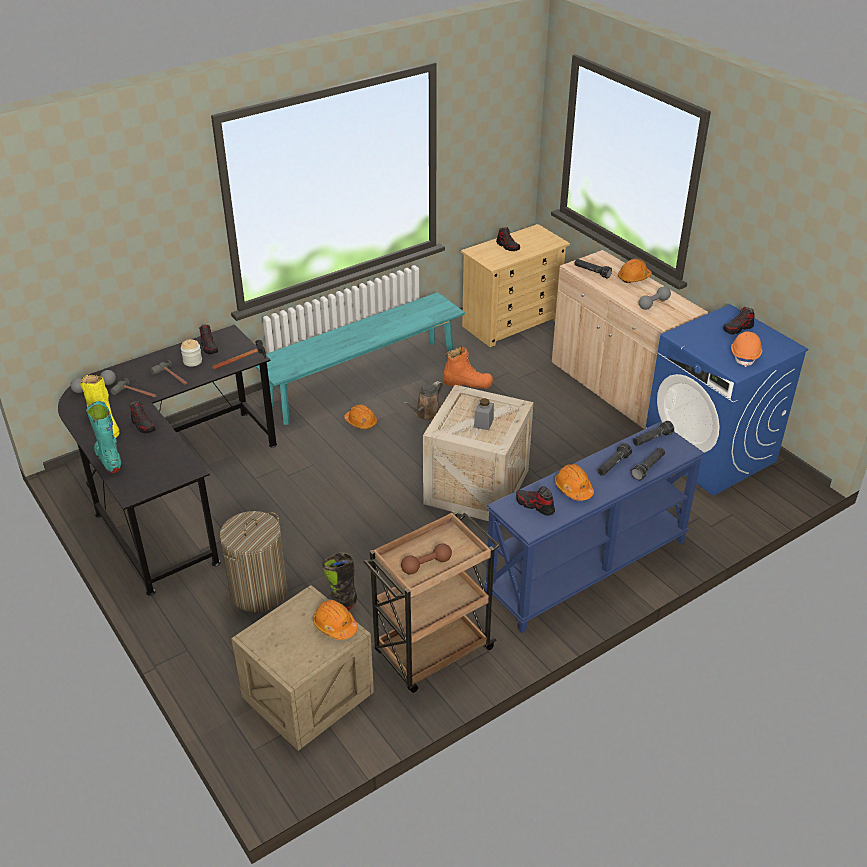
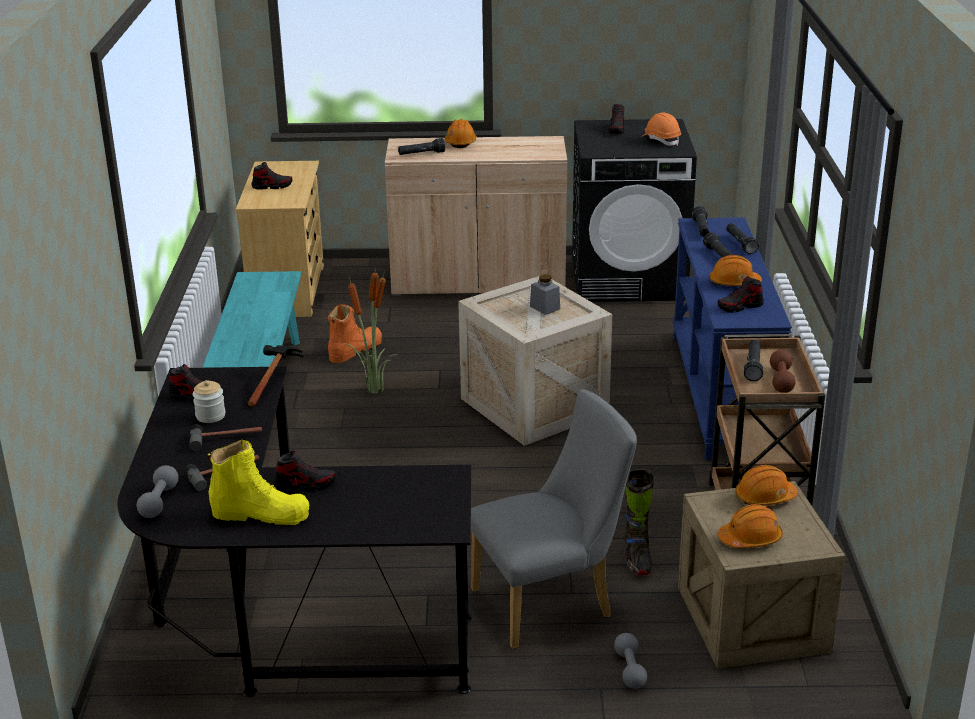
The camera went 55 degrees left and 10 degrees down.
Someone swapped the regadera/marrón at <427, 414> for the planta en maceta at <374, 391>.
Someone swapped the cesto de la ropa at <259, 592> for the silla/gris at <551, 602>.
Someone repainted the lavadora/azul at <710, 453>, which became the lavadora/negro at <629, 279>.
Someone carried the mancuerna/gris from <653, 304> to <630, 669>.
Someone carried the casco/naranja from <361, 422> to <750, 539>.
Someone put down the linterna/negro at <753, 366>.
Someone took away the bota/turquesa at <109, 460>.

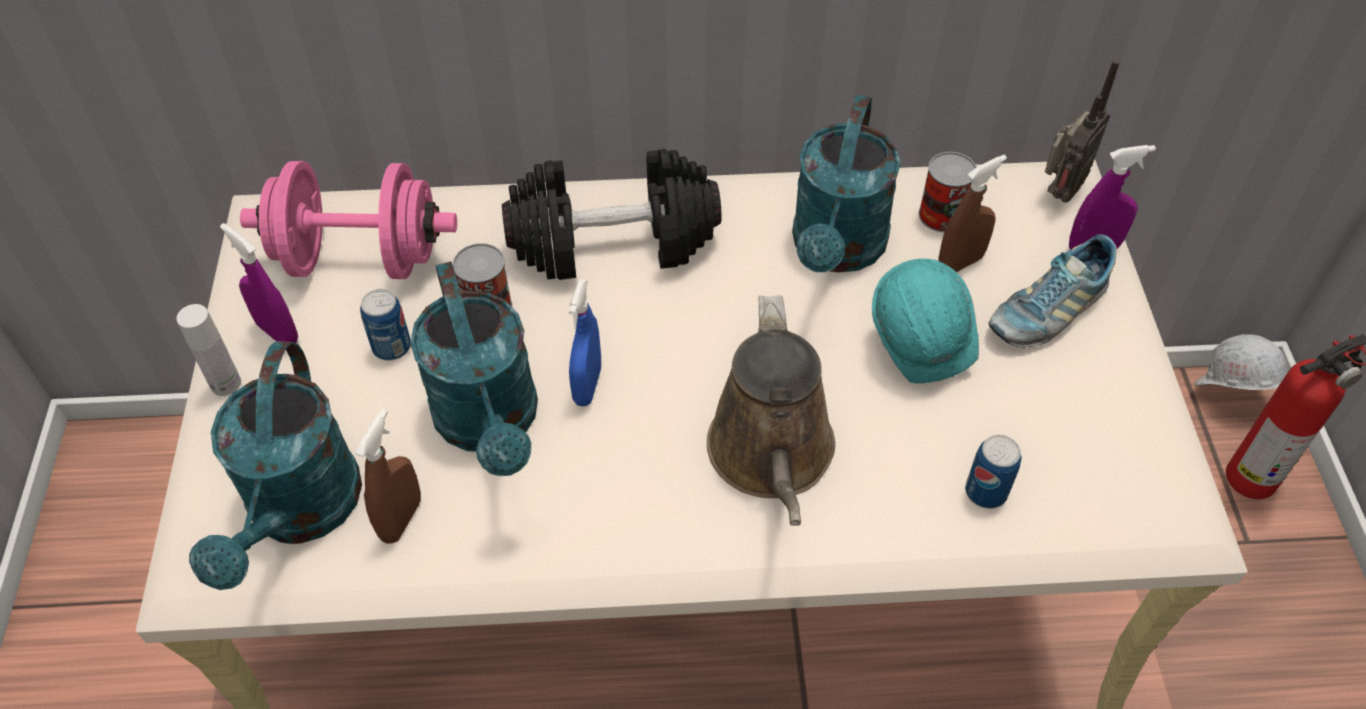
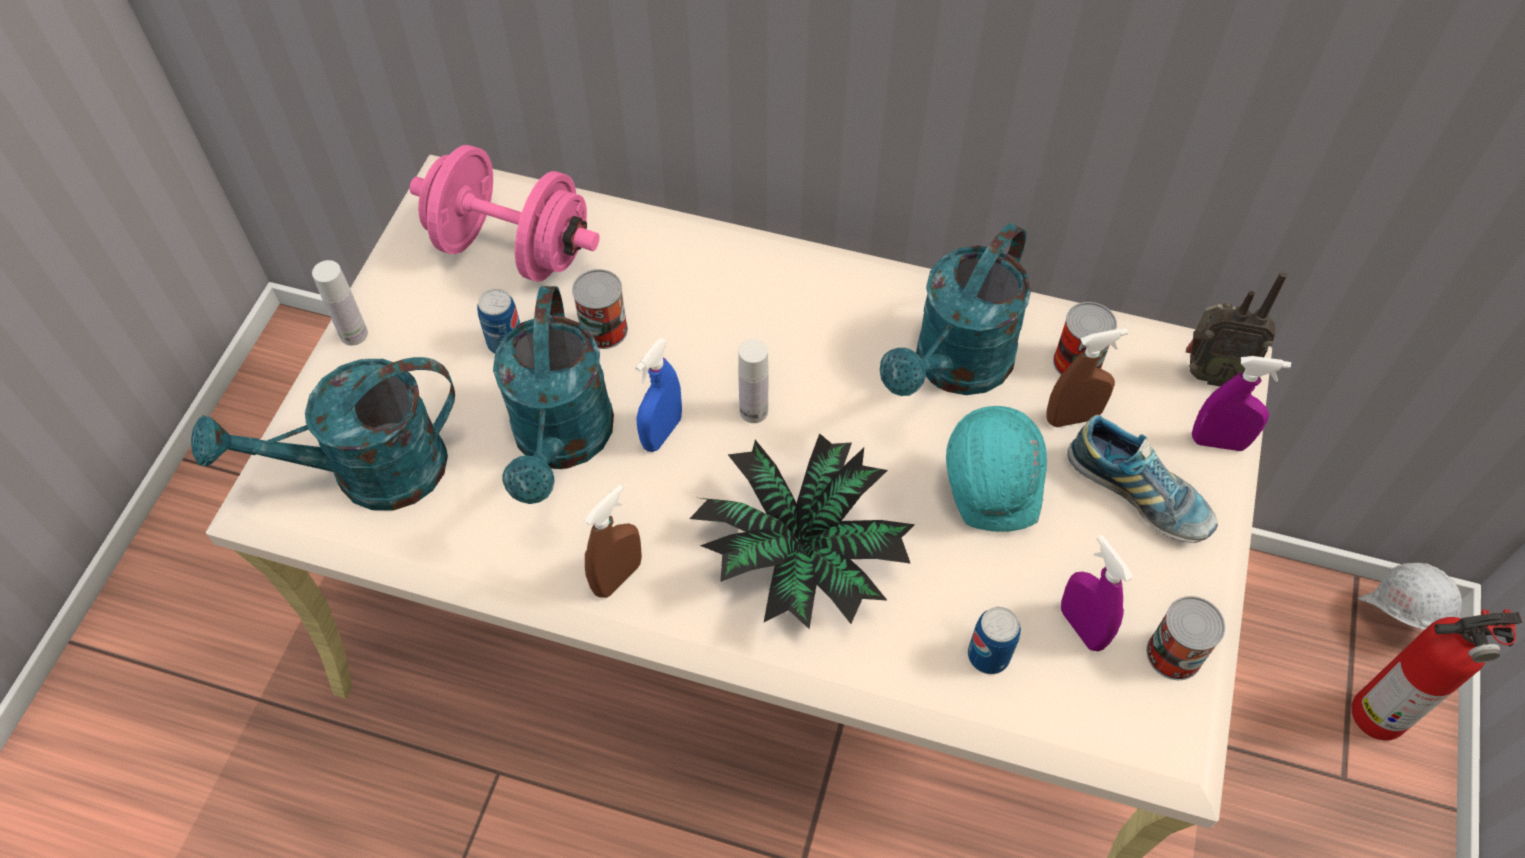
The camera went 20 degrees right and 5 degrees up.
Someone rotated the regadera/turquesa at <299, 514> by 45 degrees clockwise.
Someone carried the pulverizador/marrón from <401, 519> to <617, 577>.
Someone swapped the regadera/marrón at <772, 457> for the planta en maceta at <800, 555>.
Someone put down the botella/blanco at <753, 411>.
Someone carried the pulverizador/morado from <277, 333> to <1081, 627>.
Someone rotated the zapato at <1047, 311> by 120 degrees counterclockwise.
Someone put down the lata at <1174, 654>.
Someone rotated the radio at <1058, 193> by 45 degrees clockwise.
Someone took away the mancuerna/negro at <614, 241>.

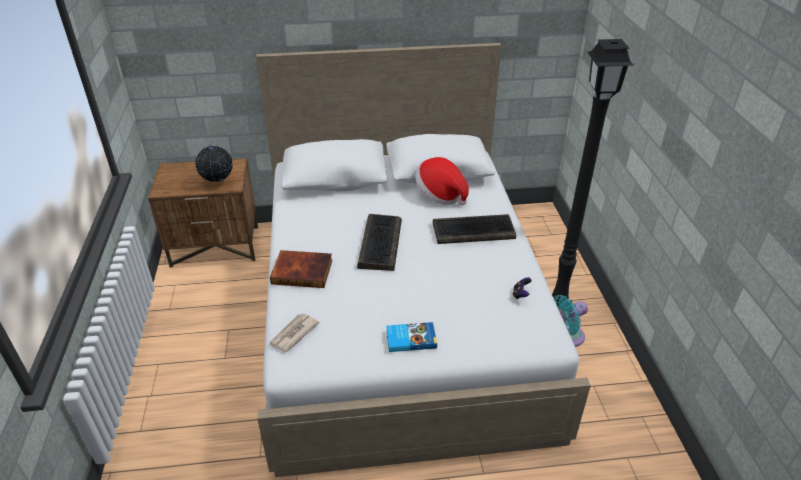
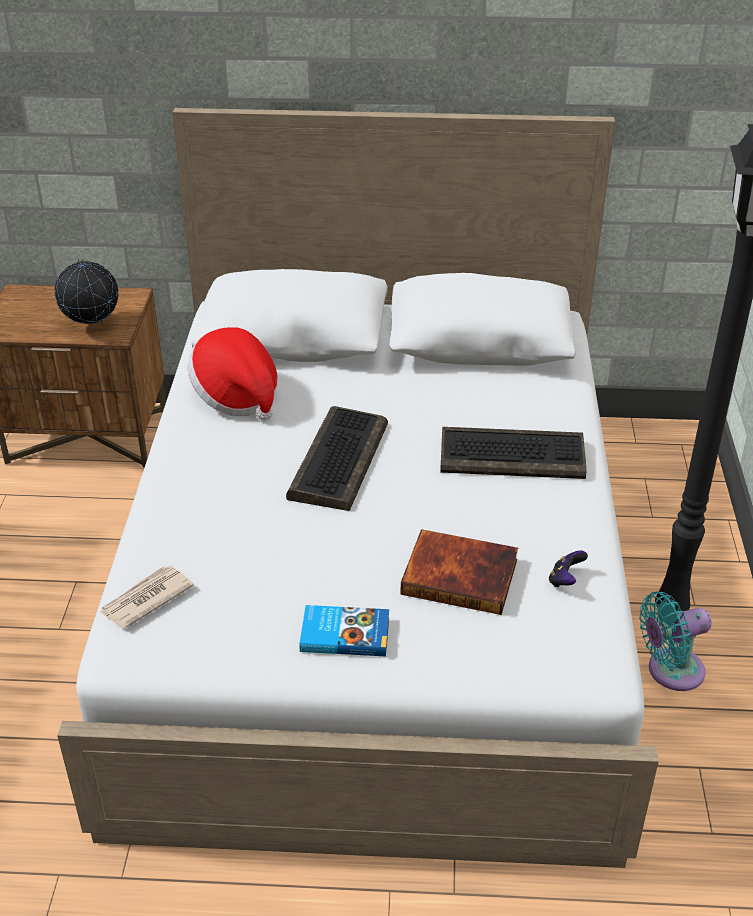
The camera went 10 degrees right and 0 degrees up.
Someone carried the sombrero from <440, 194> to <237, 397>.
Someone carried the libro from <303, 271> to <461, 575>.

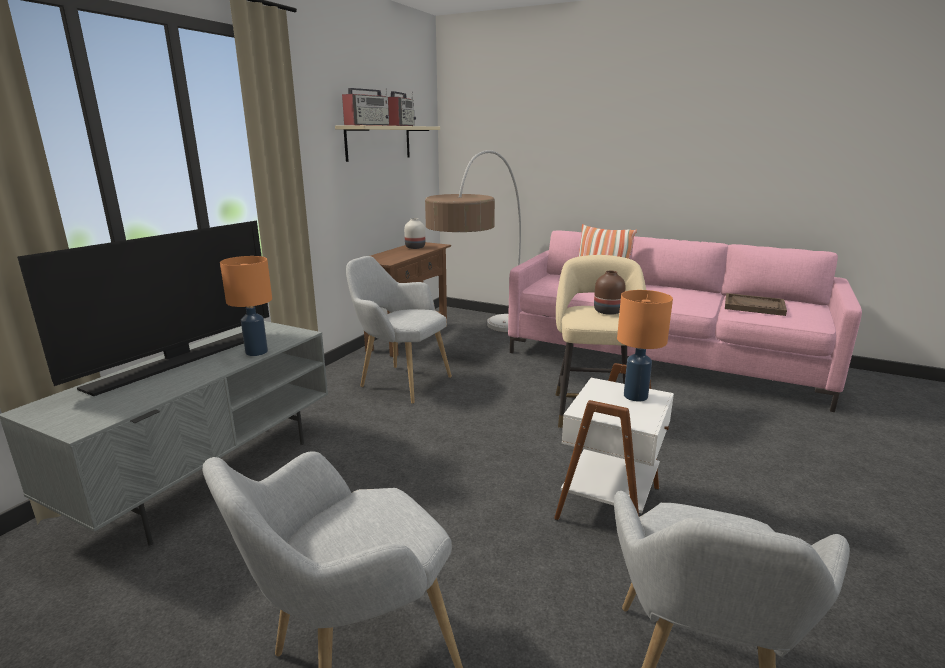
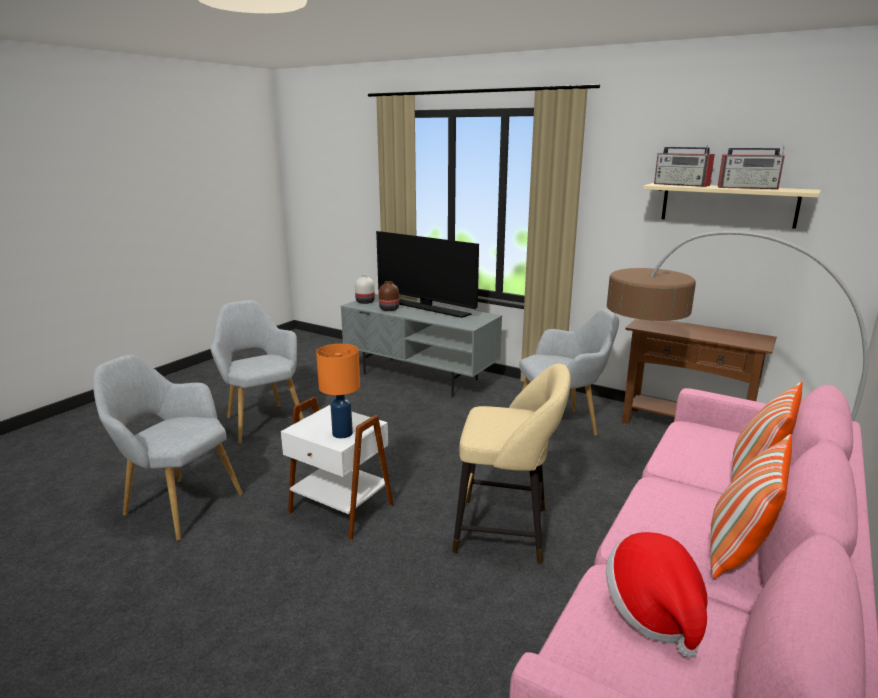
The camera went 95 degrees right and 0 degrees up.
Someone carried the florero/blanco from <415, 247> to <365, 302>.
Someone carried the florero/marrón from <608, 311> to <389, 309>.
Someone rotated the sillón/gris at <400, 381> by 45 degrees clockwise.
Someone swapped the bandeja/marrón at <754, 306> for the sombrero at <654, 612>.
Someone put down the cojín at <738, 550>.
Someone took away the lámpara de mesa/naranja at <256, 352>.

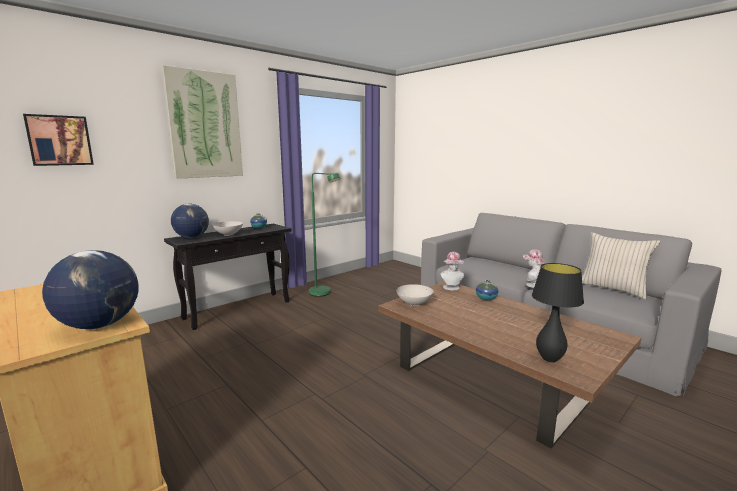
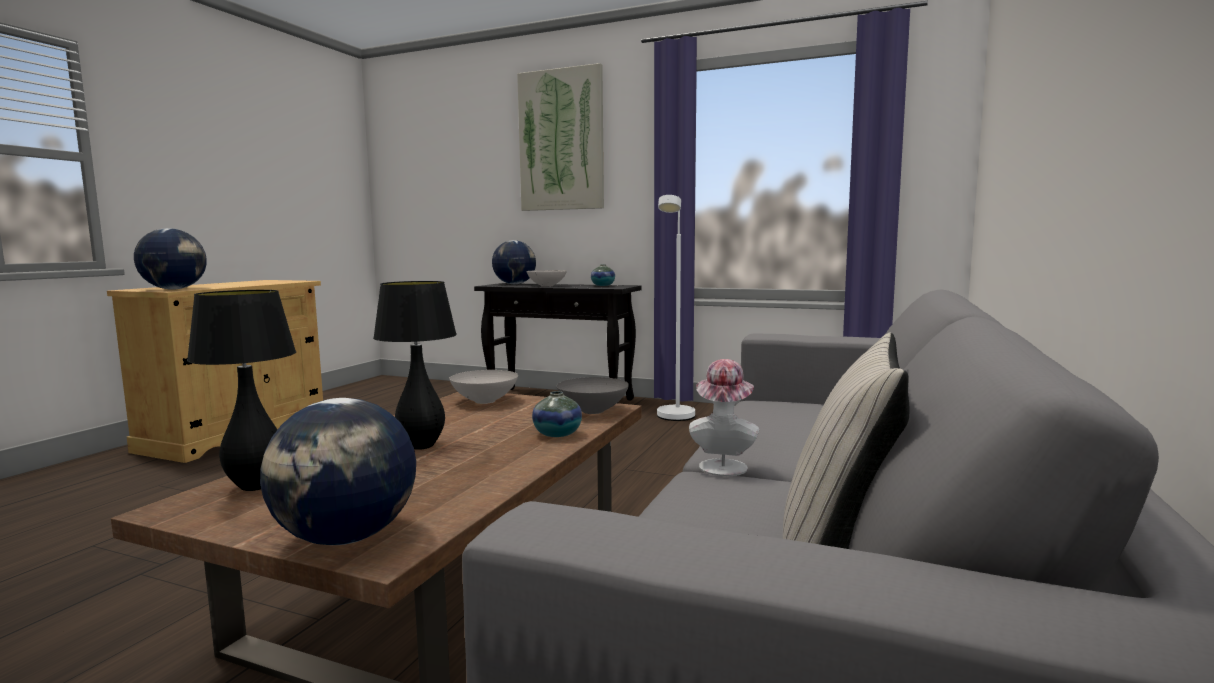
The camera went 65 degrees right and 5 degrees down.
Someone put down the globo terráqueo at <345, 538>.
Someone put down the lámpara de mesa/negro at <421, 446>.
Someone swapped the sombrero at <452, 288> for the cuenco/gris at <594, 411>.
Someone repainted the lámpara de pie/verde at <324, 294>, which became the lámpara de pie/blanco at <674, 418>.
Someone took away the cuadro at <59, 140>.

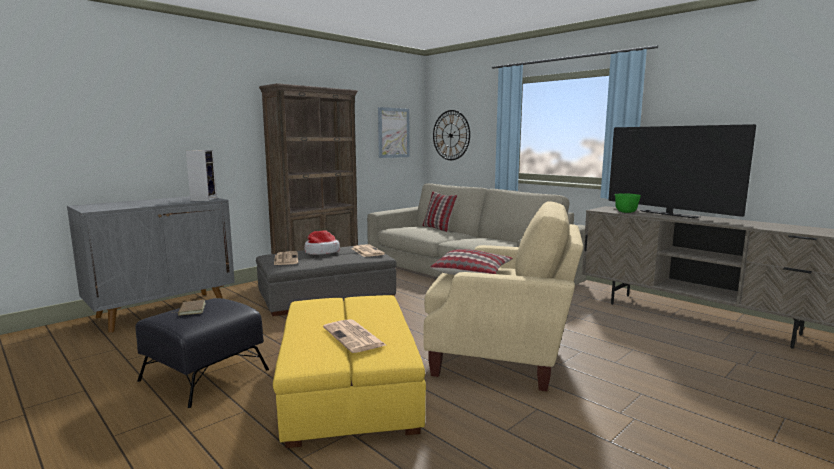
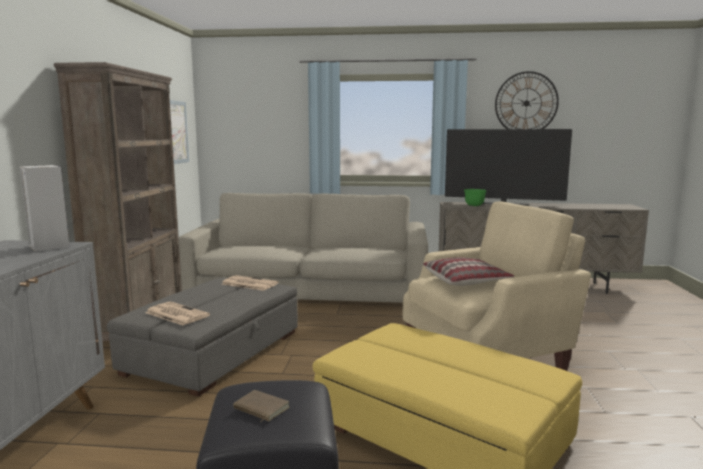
The camera went 40 degrees left and 0 degrees up.
Someone carried the reloj de pared from <451, 135> to <526, 103>.
Someone took away the sombrero at <321, 252>.
Someone took away the periódico at <354, 337>.
Someone took away the cojín at <438, 228>.

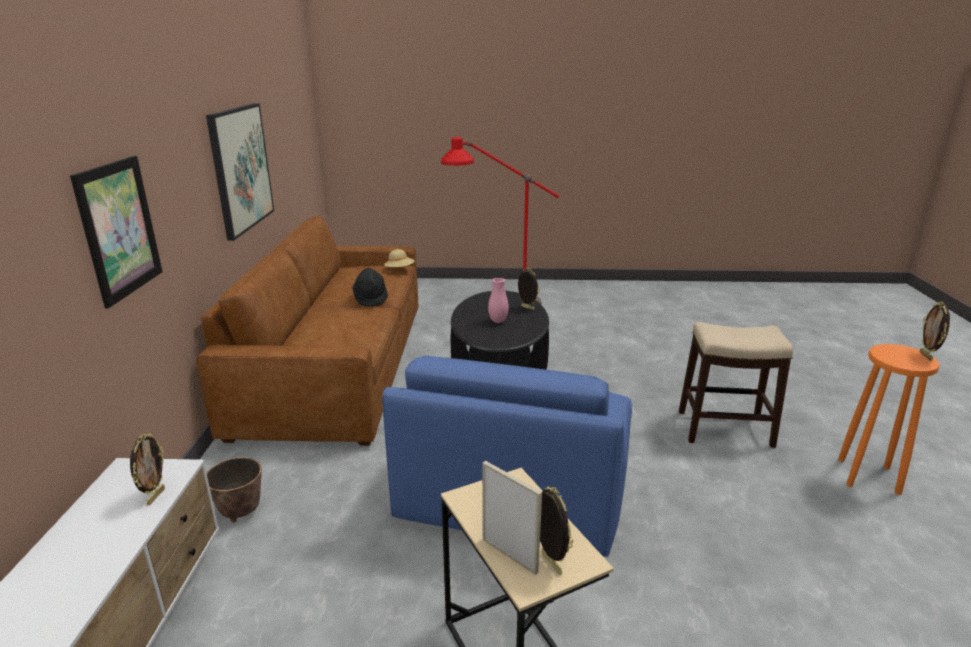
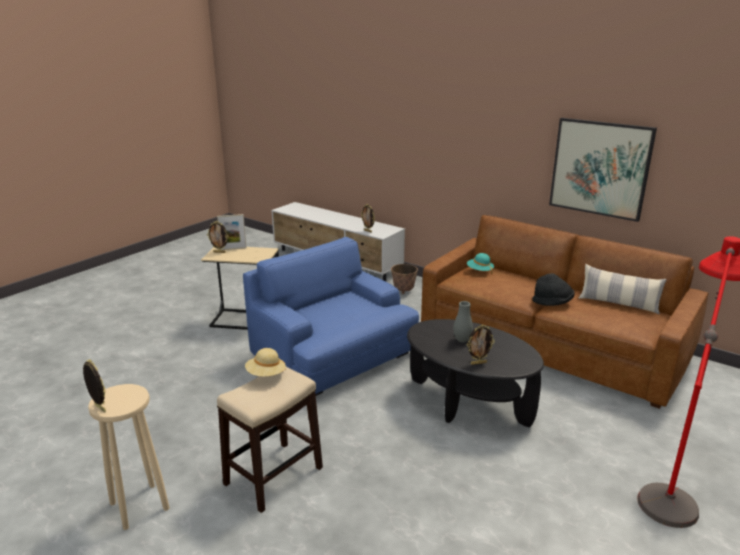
The camera went 125 degrees right and 0 degrees up.
Someone repainted the taburete/naranja at <868, 476>, which became the taburete/beis at <139, 505>.
Someone carried the sombrero/beis from <399, 269> to <266, 374>.
Someone repainted the florero/rosa at <498, 321>, which became the florero/gris at <462, 340>.
Someone put down the sombrero/turquesa at <479, 271>.
Someone put down the cojín at <618, 304>.
Someone took away the cuadro at <119, 229>.

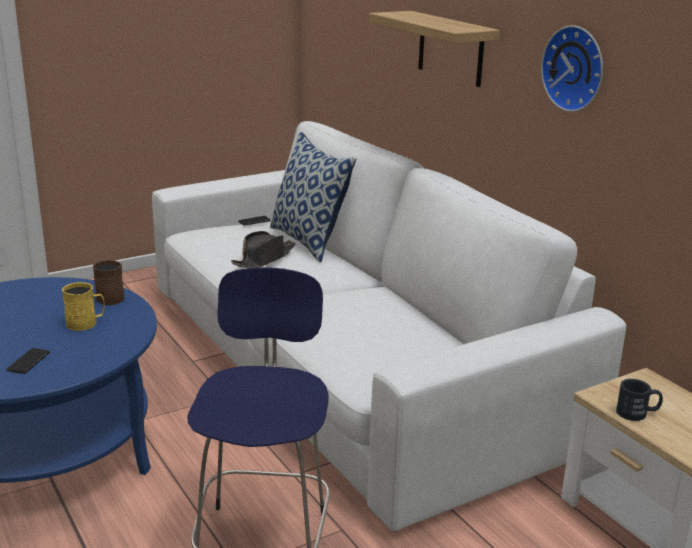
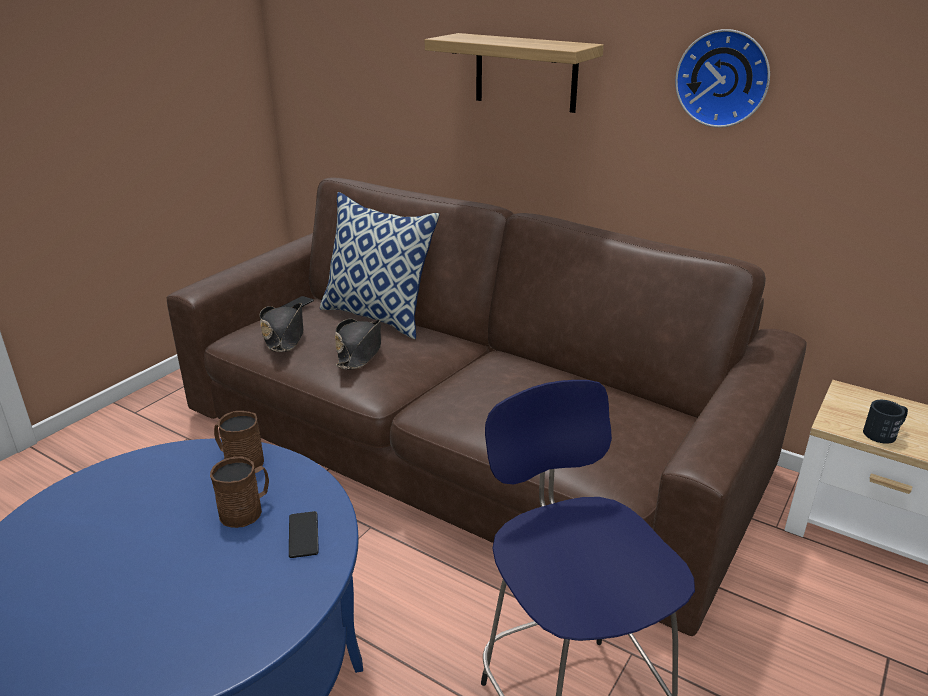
The camera went 25 degrees left and 5 degrees up.
Someone repainted the sofá/blanco at <344, 363>, which became the sofá/marrón at <464, 443>.
Someone repainted the taza grande/amarillo at <86, 323>, which became the taza grande/marrón at <246, 510>.
Someone put down the sombrero/negro at <284, 336>.
Someone carried the móvil from <28, 361> to <303, 535>.

